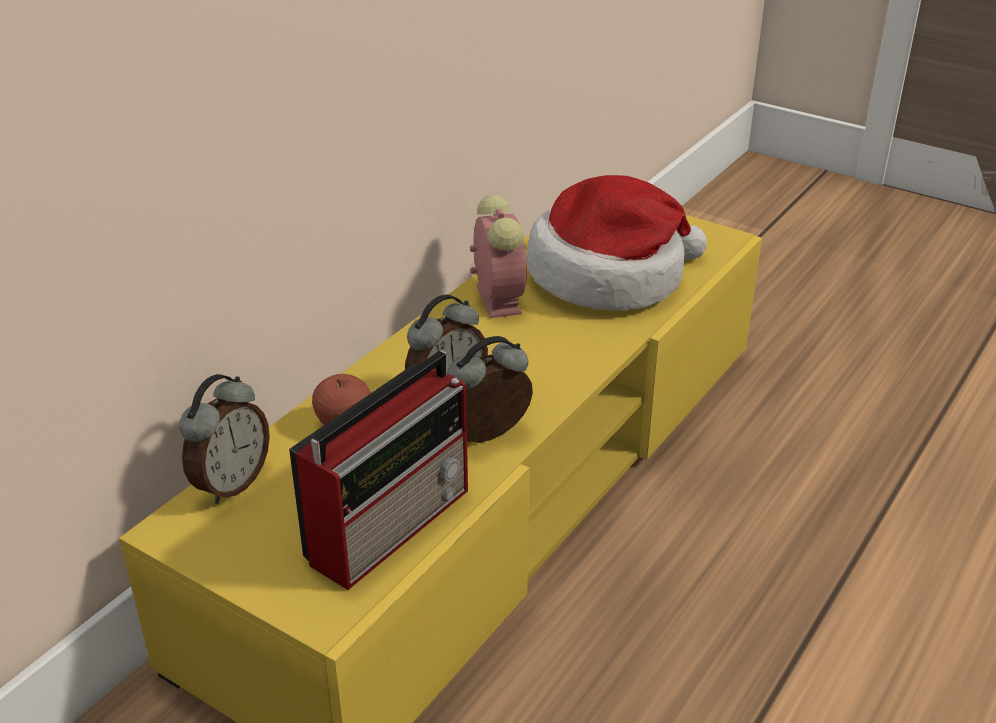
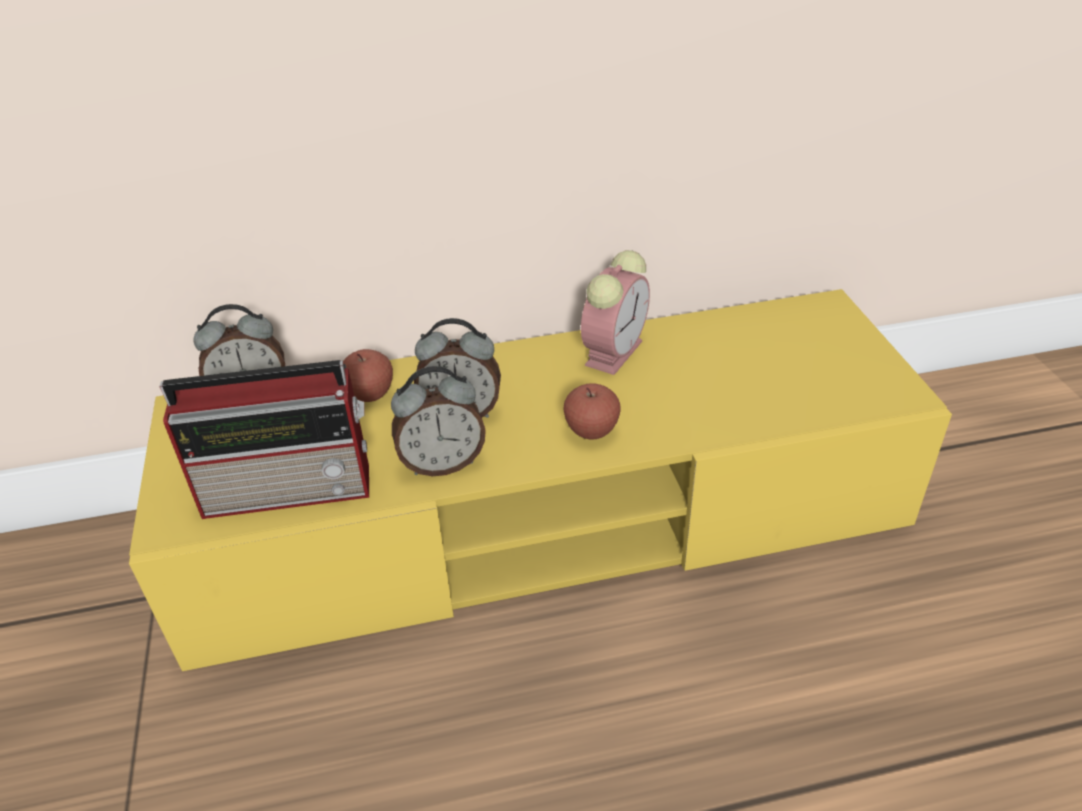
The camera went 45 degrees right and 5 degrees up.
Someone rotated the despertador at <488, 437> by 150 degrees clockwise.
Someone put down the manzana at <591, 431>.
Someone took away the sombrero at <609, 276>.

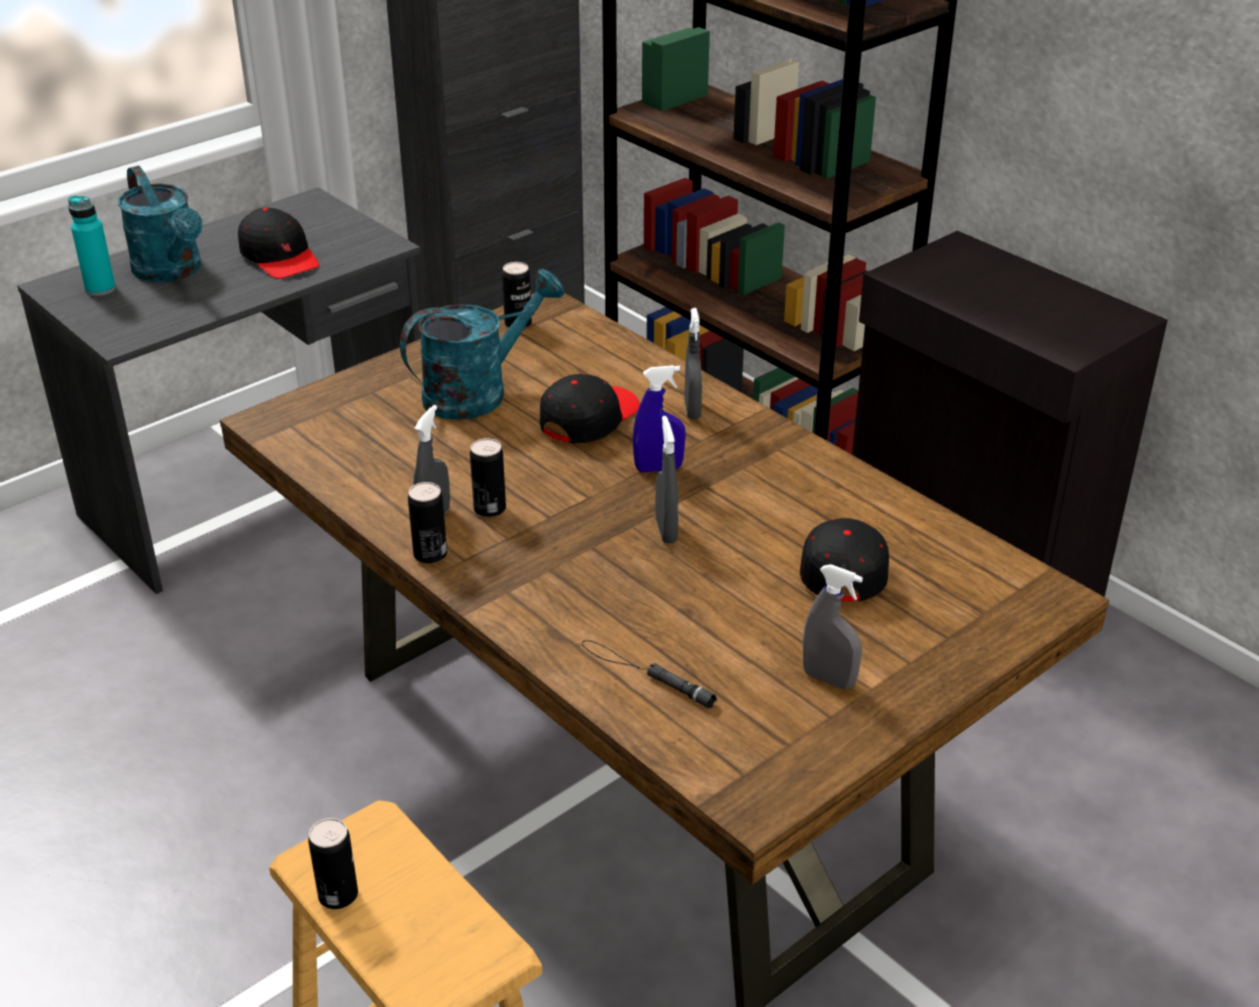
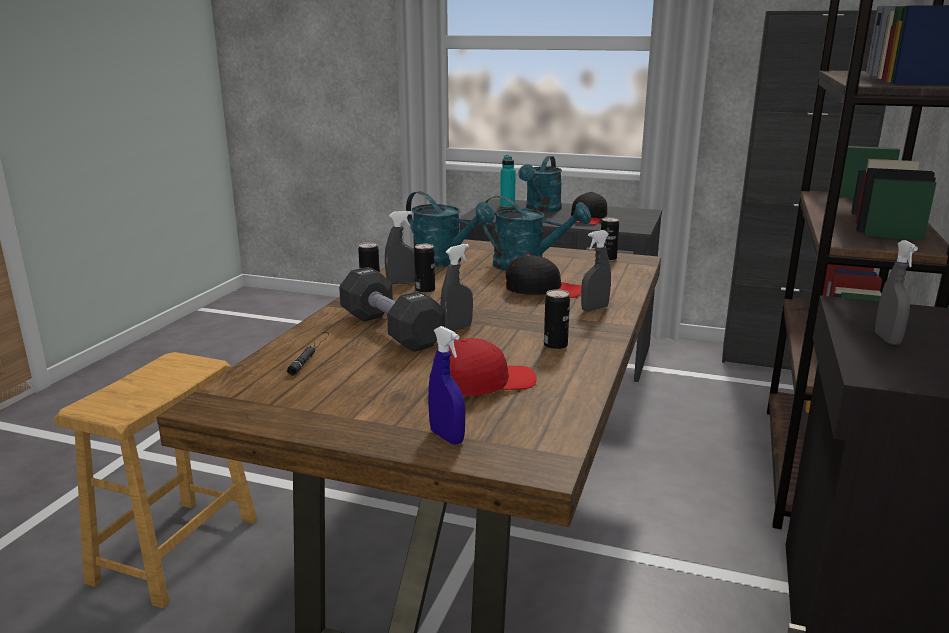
The camera went 60 degrees right and 15 degrees down.
Someone put down the mancuerna/negro at <391, 330>.
Someone put down the regadera/turquesa at <445, 262>.
Someone carried the pulverizador/azul from <658, 468> to <447, 437>.
Someone repainted the gorra/negro at <843, 566>, which became the gorra/rojo at <483, 382>.
Someone carried the lata from <338, 895> to <555, 345>.
Someone carried the pulverizador/gris from <828, 679> to <887, 339>.

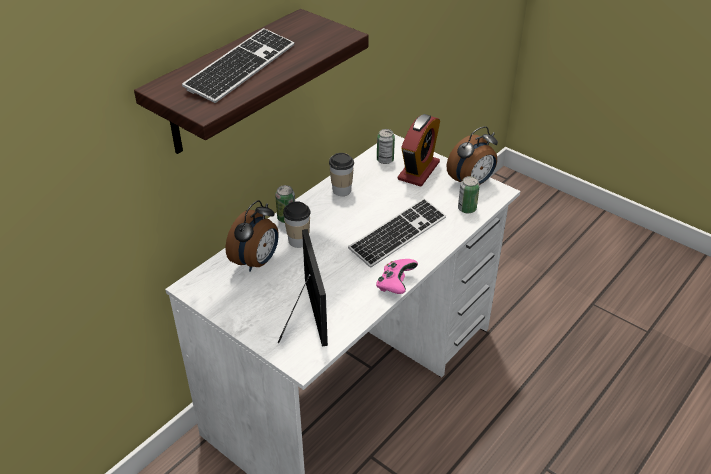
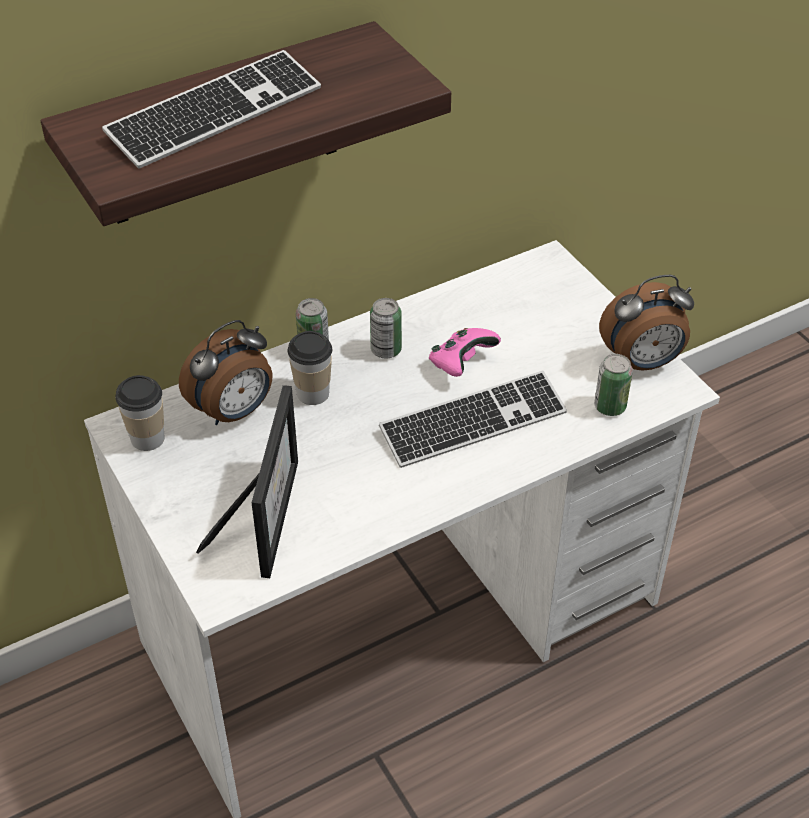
The camera went 20 degrees right and 5 degrees up.
Someone carried the taza from <341, 190> to <147, 438>.
Someone carried the lata from <385, 160> to <386, 350>.
Someone carried the mando de consola/rosa from <395, 284> to <461, 363>.
Someone took away the despertador at <418, 171>.

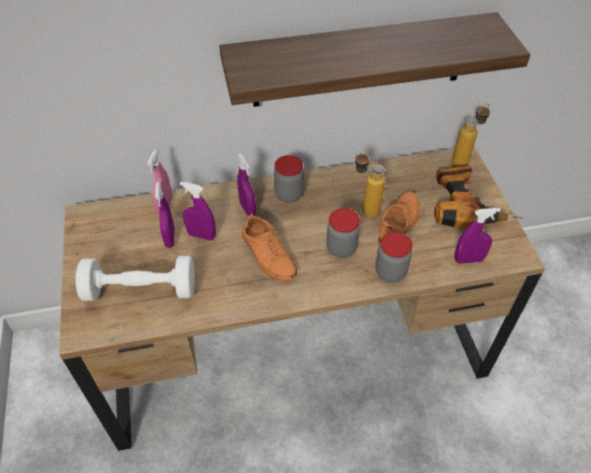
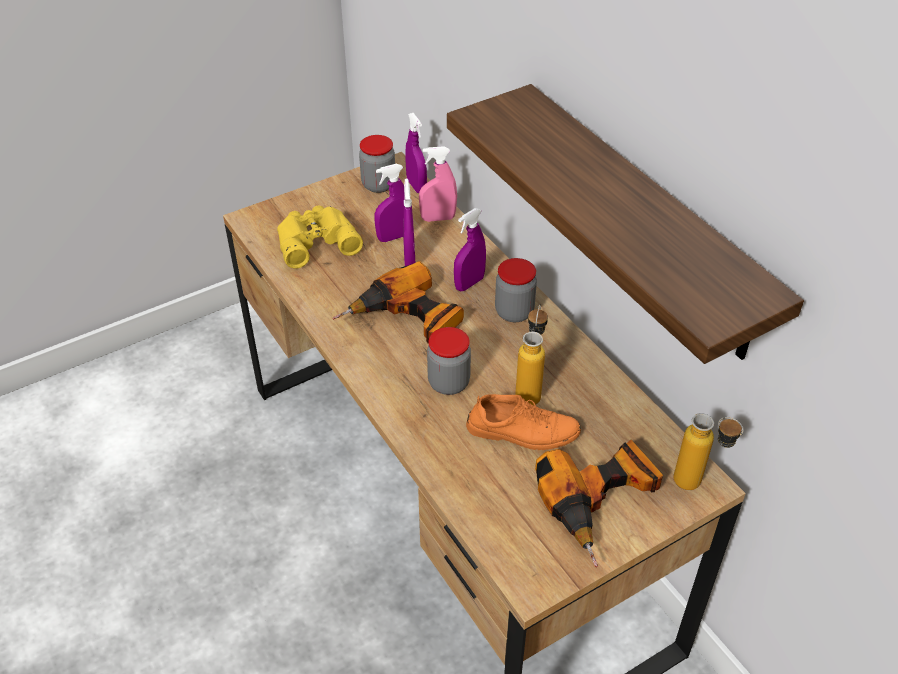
The camera went 70 degrees right and 5 degrees down.
Someone swapped the mancuerna/blanco at <141, 290> for the prismáticos/amarillo at <315, 240>.
Someone swapped the zapato/naranja at <268, 255> for the taladro at <406, 320>.
Someone carried the tarro from <390, 272> to <378, 185>.
Someone carried the pulverizador/morado from <468, 260> to <416, 186>.

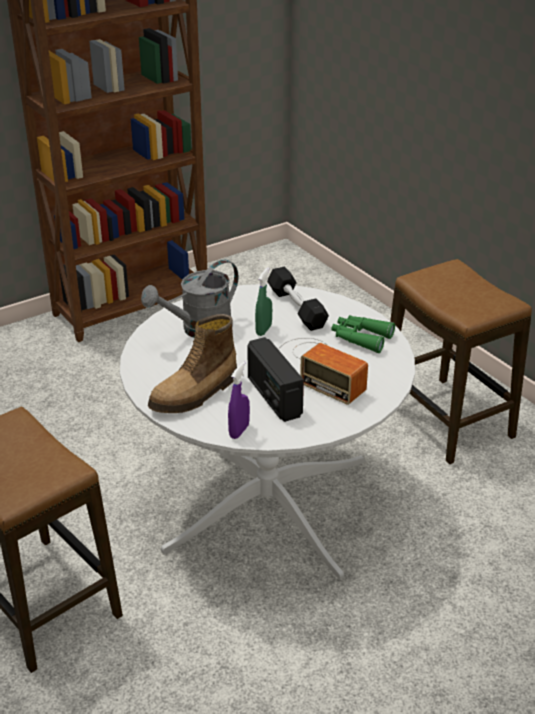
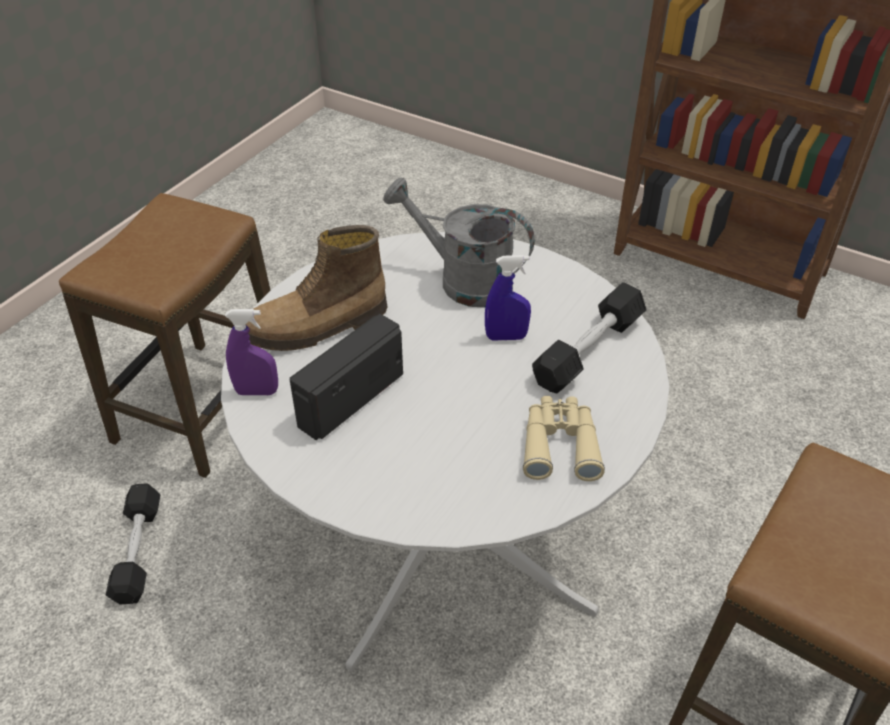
The camera went 65 degrees right and 10 degrees up.
Someone put down the mancuerna/negro at <138, 551>.
Someone rotated the bota at <196, 394> by 45 degrees counterclockwise.
Someone repainted the pulverizador/verde at <263, 330>, which became the pulverizador/azul at <506, 337>.
Someone repainted the prismáticos/verde at <360, 338>, which became the prismáticos/beis at <560, 444>.
Someone took away the radio at <320, 367>.

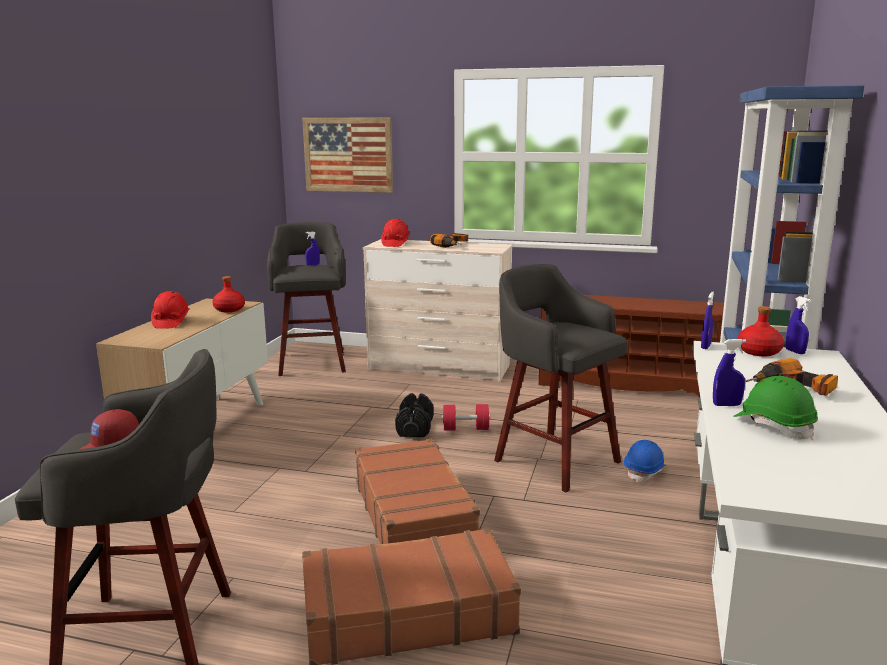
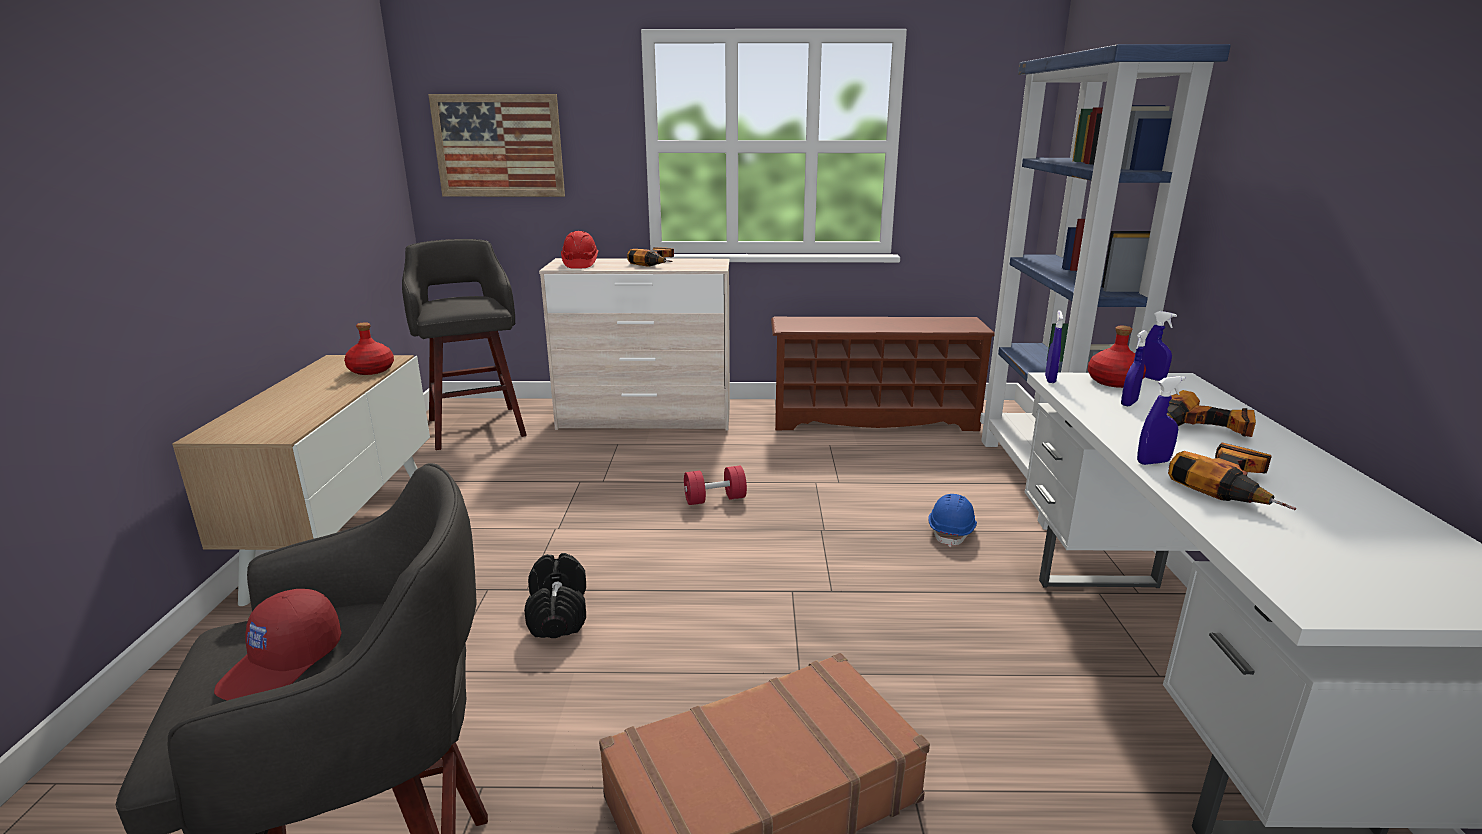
The camera went 15 degrees left and 5 degrees up.
Someone carried the mancuerna/negro from <415, 428> to <558, 613>.
Someone carried the pulverizador/azul from <313, 265> to <1129, 403>.
Someone swapped the casco/verde at <773, 426> for the taladro at <1235, 488>.
Someone took away the casco/rojo at <170, 322>.
Someone took away the maleta/marrón at <414, 514>.
Someone took away the taburete/gris at <554, 460>.

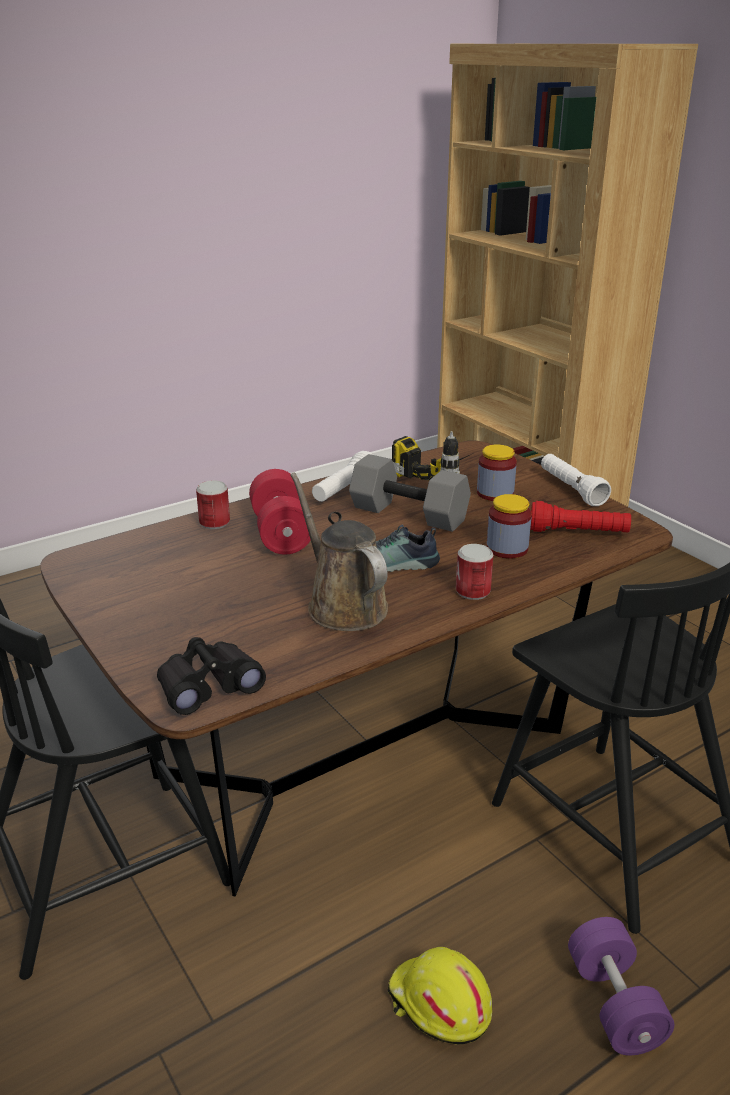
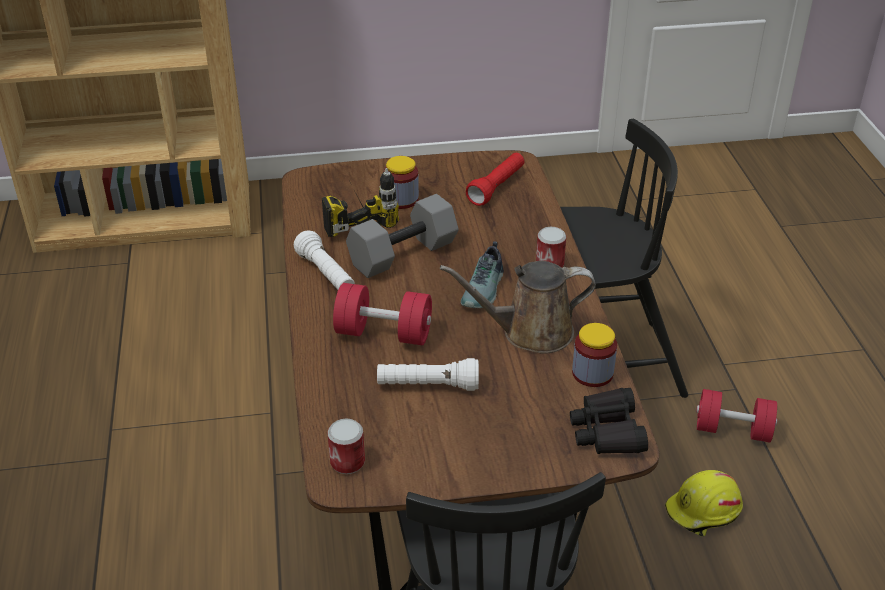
The camera went 65 degrees left and 10 degrees up.
Someone carried the lata from <214, 522> to <347, 462>.
Someone carried the linterna/blanco from <571, 490> to <428, 386>.
Someone carried the tarro from <507, 548> to <592, 373>.
Someone repainted the mancuerna/morado at <614, 1004>, which became the mancuerna/rojo at <733, 430>.

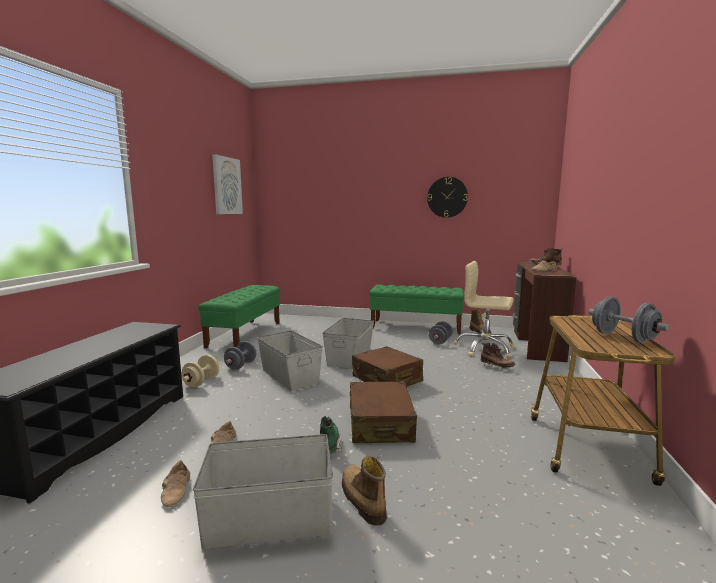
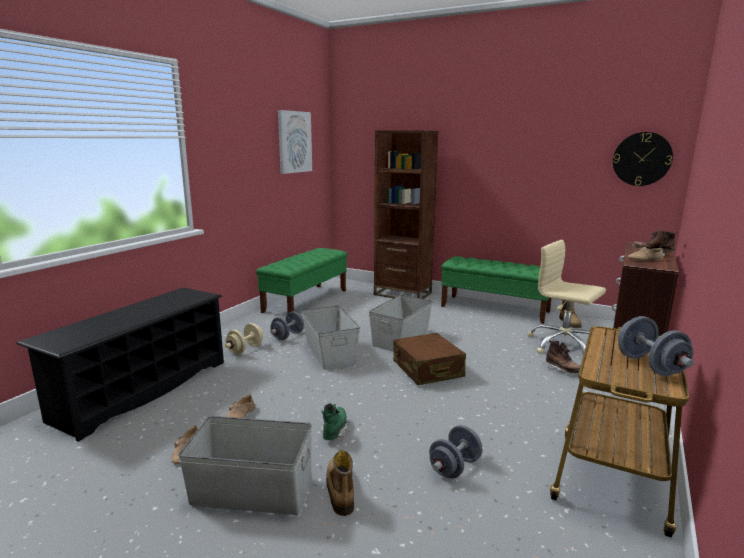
The camera went 15 degrees right and 5 degrees up.
Someone put down the estantería/marrón at <402, 294>.
Someone carried the mancuerna/gris from <440, 341> to <454, 467>.
Someone carried the reloj de pared from <447, 197> to <642, 159>.
Someone took away the maleta/marrón at <380, 424>.

